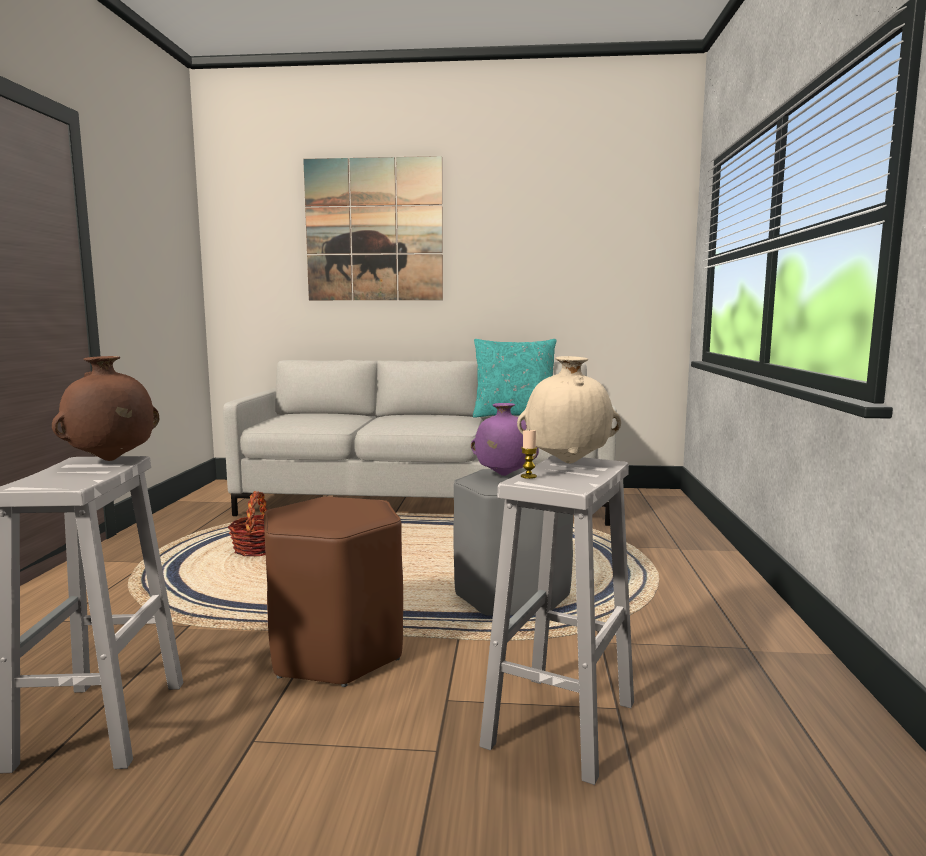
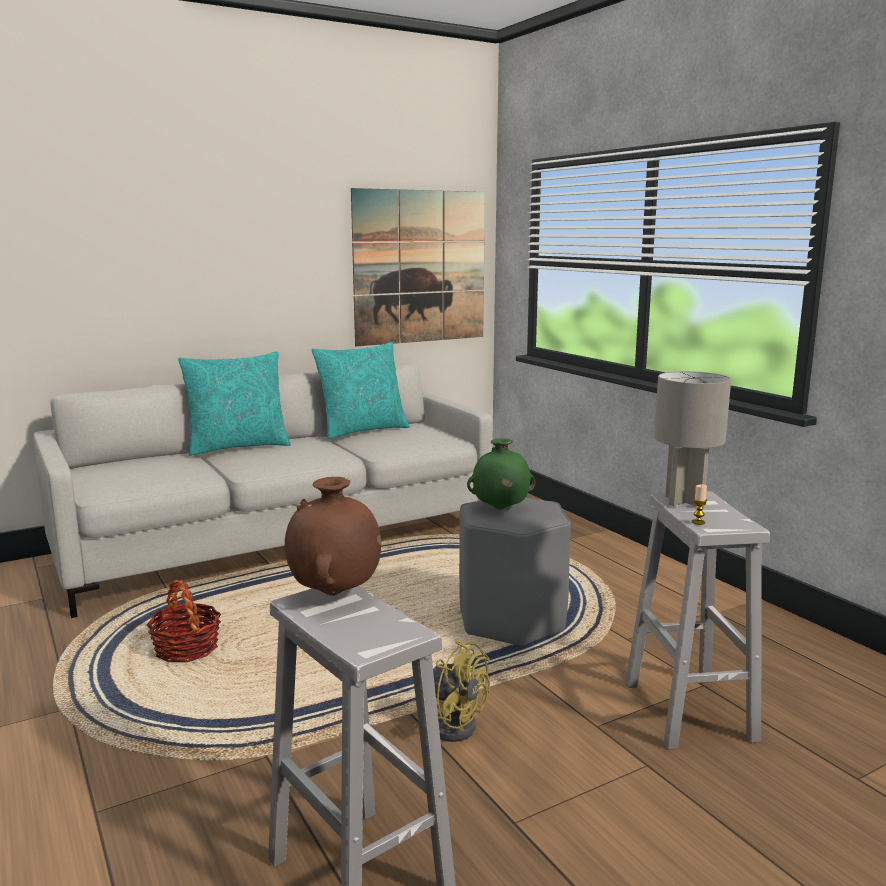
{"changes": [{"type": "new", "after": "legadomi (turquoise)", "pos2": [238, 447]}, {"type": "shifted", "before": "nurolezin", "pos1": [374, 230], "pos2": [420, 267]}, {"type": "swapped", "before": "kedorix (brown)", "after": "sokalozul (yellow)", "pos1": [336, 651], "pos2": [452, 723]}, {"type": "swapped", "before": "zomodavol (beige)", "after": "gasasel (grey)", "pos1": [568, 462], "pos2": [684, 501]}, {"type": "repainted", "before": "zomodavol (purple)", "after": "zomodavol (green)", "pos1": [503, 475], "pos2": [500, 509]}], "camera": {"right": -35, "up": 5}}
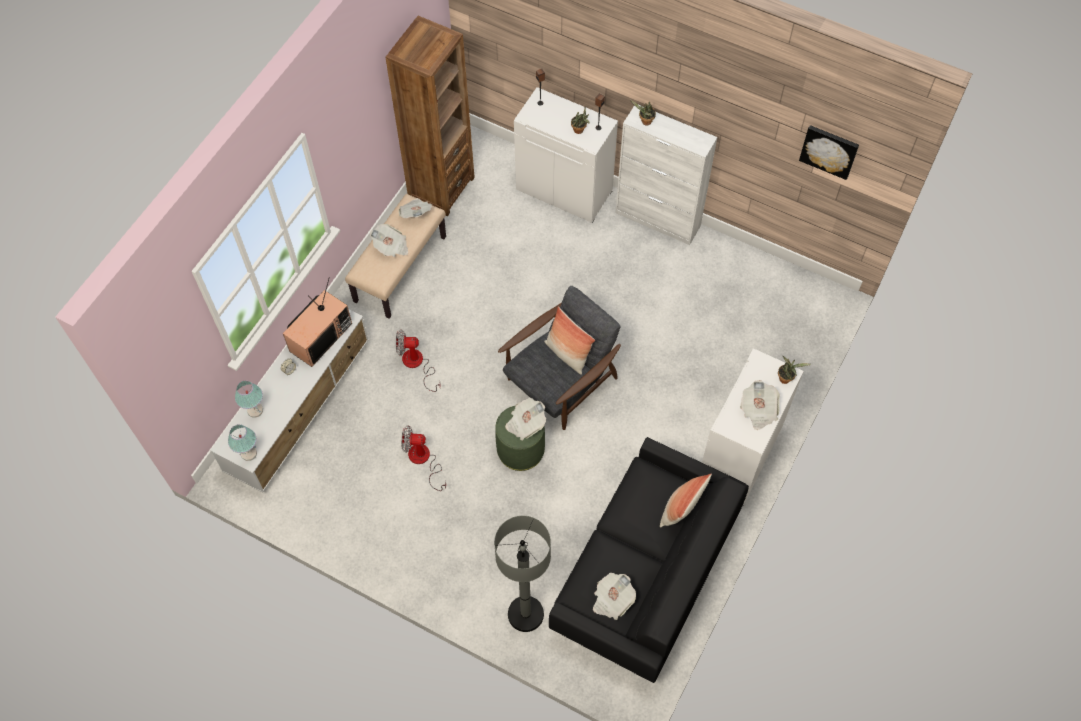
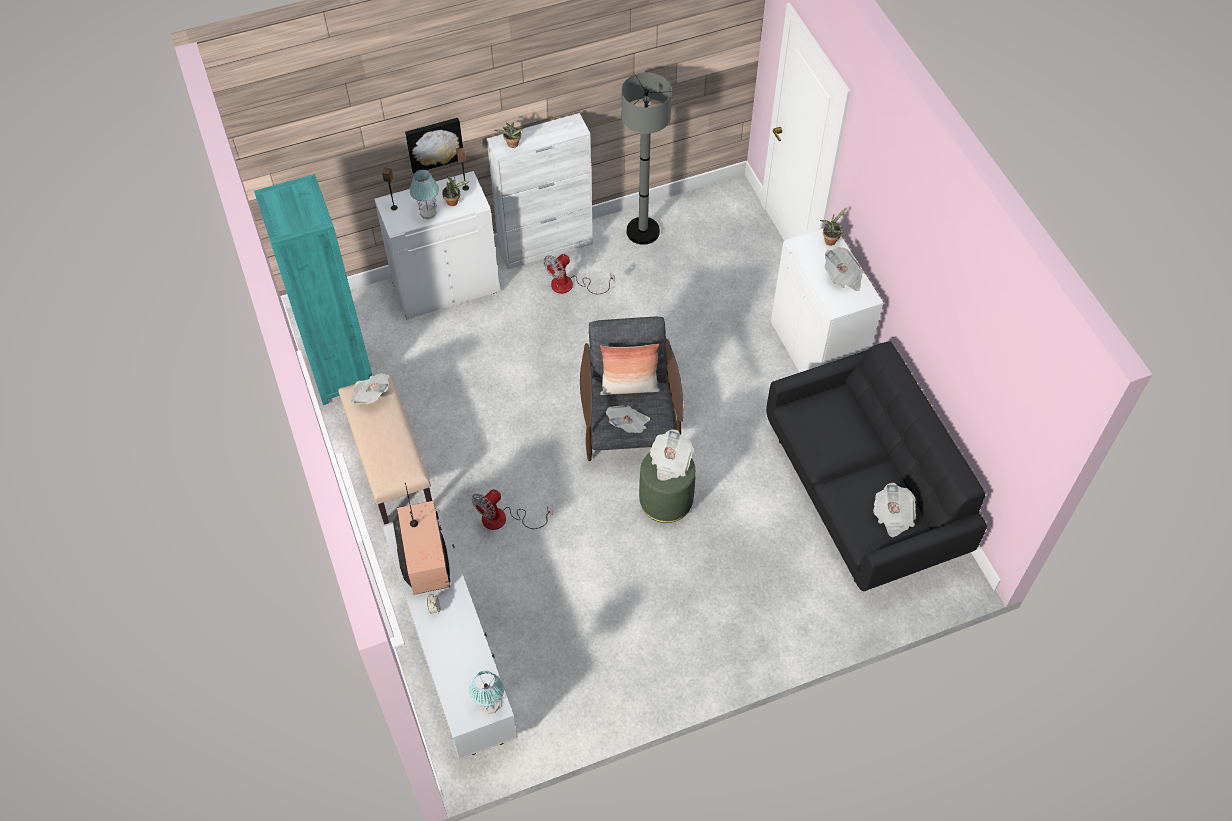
{"changes": [{"type": "gone", "before": "legadomi", "pos1": [681, 509]}, {"type": "shifted", "before": "gasasel", "pos1": [254, 410], "pos2": [428, 213]}, {"type": "shifted", "before": "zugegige", "pos1": [391, 247], "pos2": [628, 425]}, {"type": "shifted", "before": "sokalozul", "pos1": [423, 461], "pos2": [570, 286]}, {"type": "shifted", "before": "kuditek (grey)", "pos1": [525, 614], "pos2": [643, 231]}, {"type": "shifted", "before": "nurolezin", "pos1": [829, 150], "pos2": [434, 143]}, {"type": "repainted", "before": "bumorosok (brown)", "after": "bumorosok (turquoise)", "pos1": [441, 188], "pos2": [341, 372]}], "camera": {"right": -50, "up": -5}}
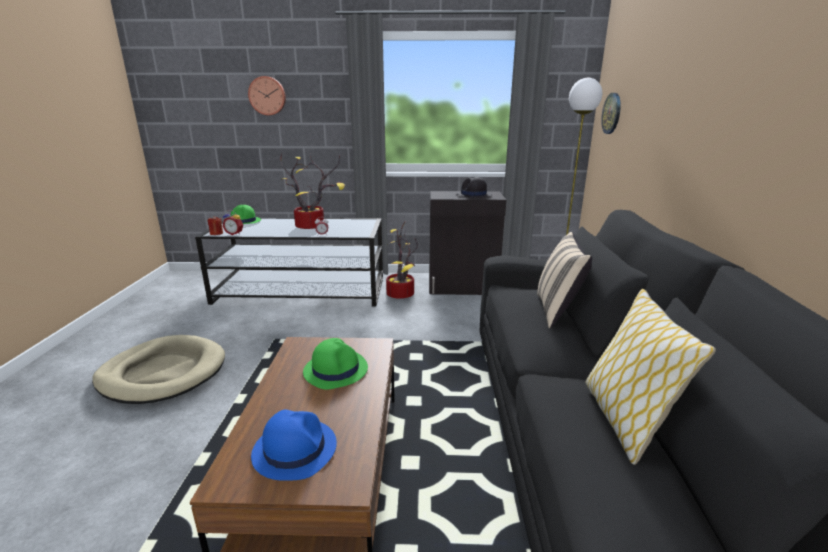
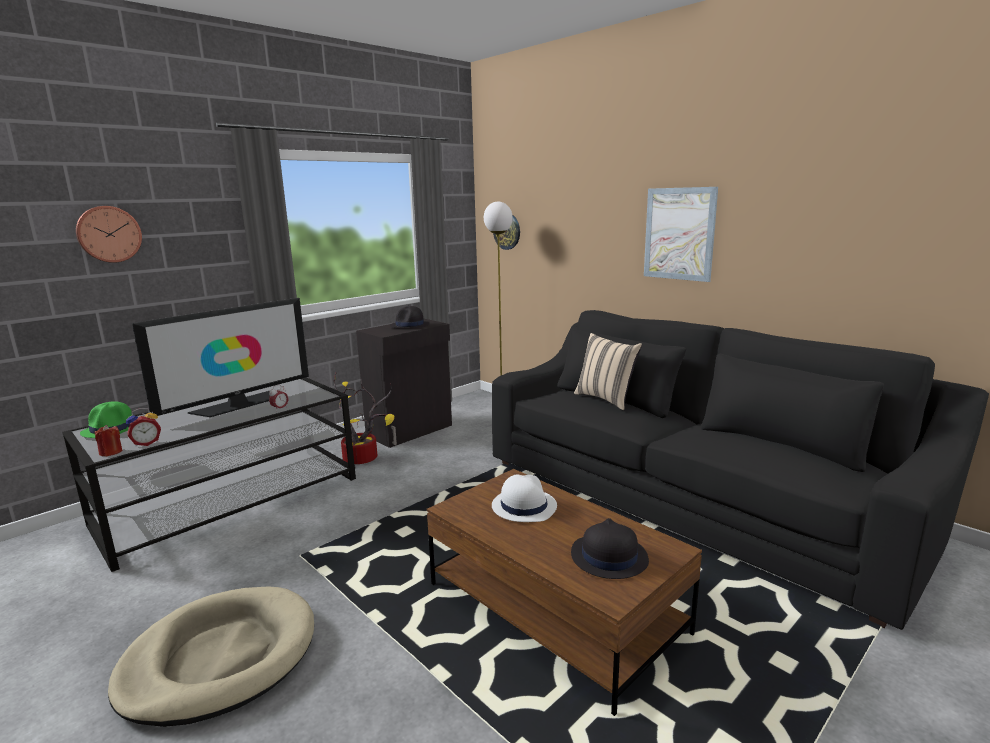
{"changes": [{"type": "gone", "before": "legadomi", "pos1": [625, 420]}, {"type": "new", "after": "nurolezin", "pos2": [679, 234]}, {"type": "swapped", "before": "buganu", "after": "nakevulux", "pos1": [313, 226], "pos2": [237, 405]}, {"type": "repainted", "before": "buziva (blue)", "after": "buziva (black)", "pos1": [294, 449], "pos2": [608, 557]}, {"type": "repainted", "before": "buziva (green)", "after": "buziva (white)", "pos1": [336, 370], "pos2": [523, 506]}], "camera": {"right": -45, "up": -5}}
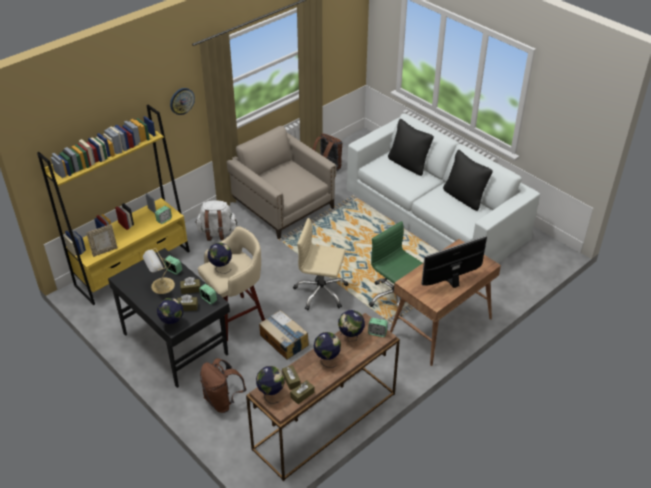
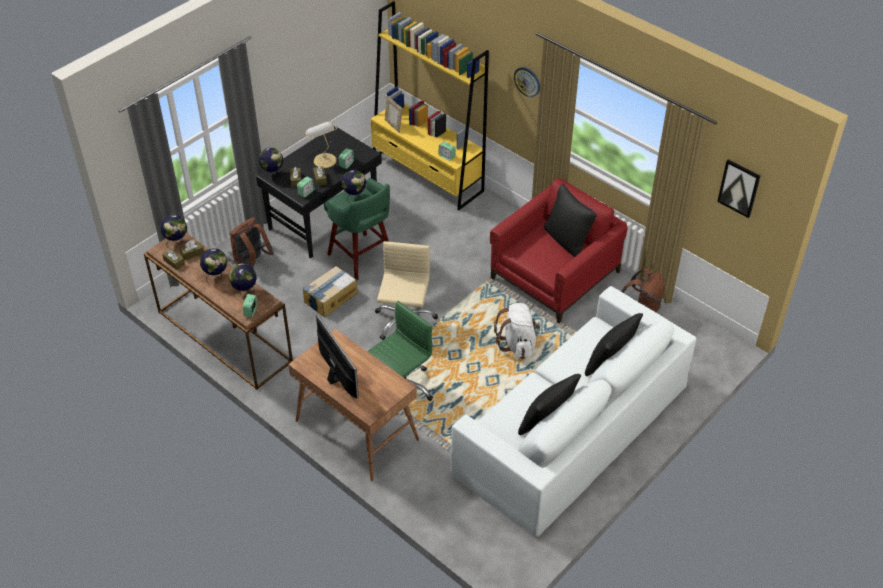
{"changes": [{"type": "new", "after": "legadomi (black)", "pos2": [567, 240]}, {"type": "new", "after": "nurolezin", "pos2": [739, 188]}, {"type": "shifted", "before": "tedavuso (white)", "pos1": [217, 232], "pos2": [517, 344]}, {"type": "repainted", "before": "kedorix (beige)", "after": "kedorix (green)", "pos1": [236, 317], "pos2": [362, 258]}, {"type": "repainted", "before": "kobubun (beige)", "after": "kobubun (red)", "pos1": [282, 205], "pos2": [555, 275]}], "camera": {"right": 85, "up": 5}}
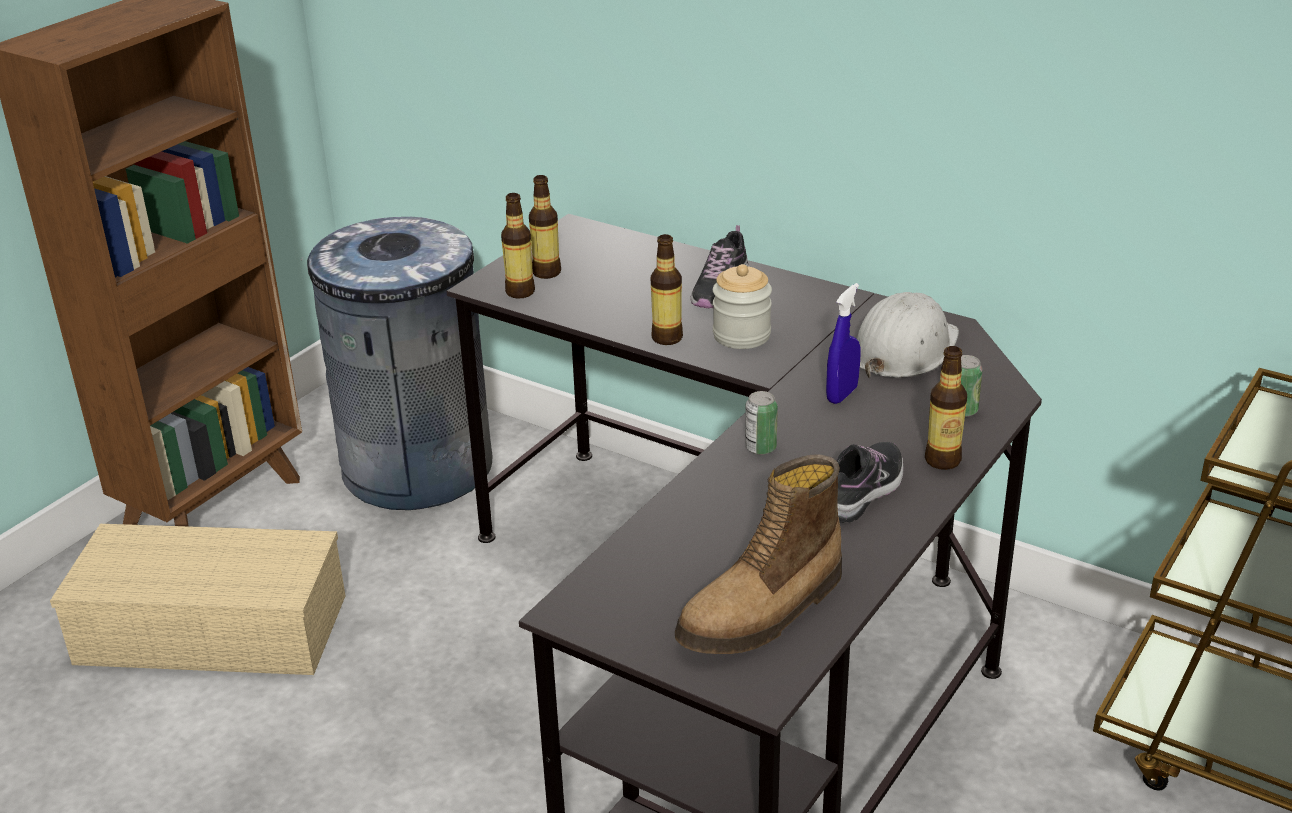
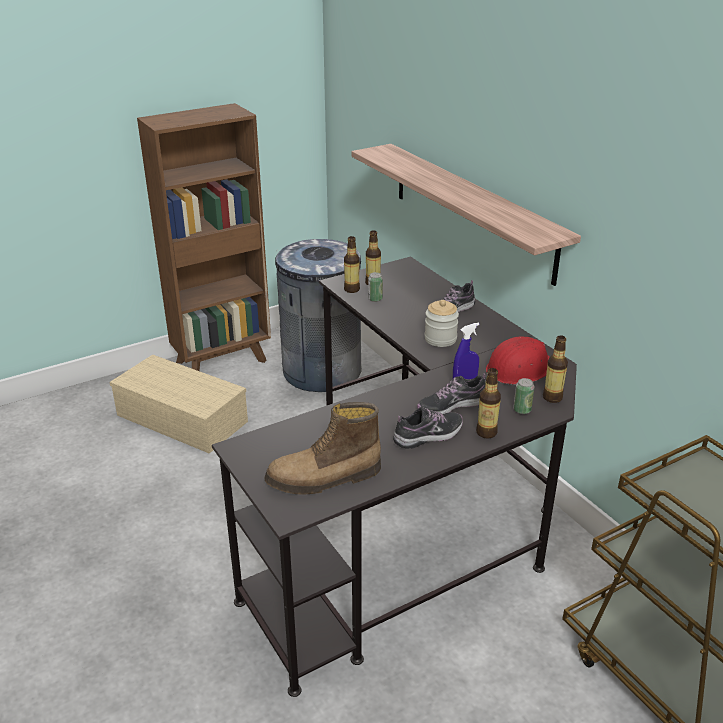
{"changes": [{"type": "new", "after": "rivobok", "pos2": [471, 210]}, {"type": "new", "after": "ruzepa", "pos2": [451, 406]}, {"type": "shifted", "before": "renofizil", "pos1": [667, 338], "pos2": [552, 397]}, {"type": "shifted", "before": "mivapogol", "pos1": [760, 448], "pos2": [375, 299]}, {"type": "repainted", "before": "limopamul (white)", "after": "limopamul (red)", "pos1": [903, 350], "pos2": [520, 369]}], "camera": {"right": 25, "up": 0}}
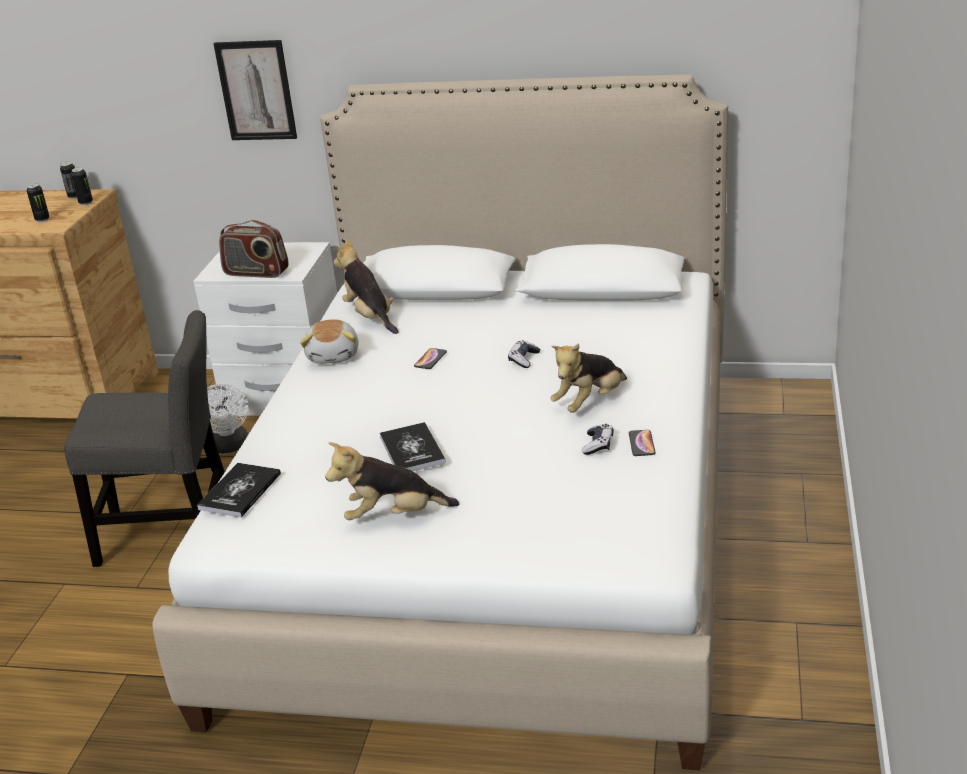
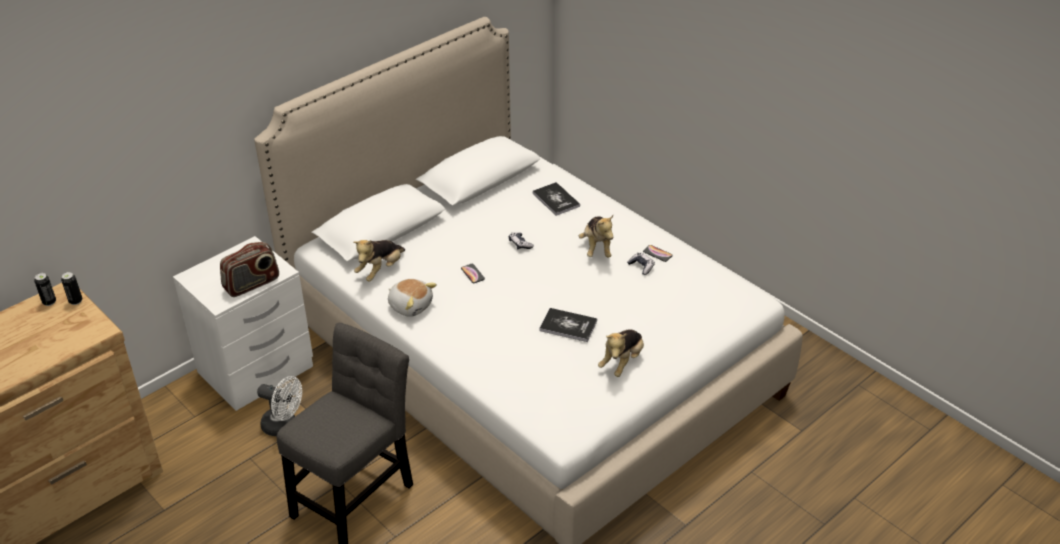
{"changes": [{"type": "gone", "before": "mivapogol", "pos1": [42, 219]}, {"type": "gone", "before": "nurolezin", "pos1": [256, 90]}, {"type": "shifted", "before": "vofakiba", "pos1": [240, 491], "pos2": [556, 200]}, {"type": "rotated", "before": "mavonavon", "pos1": [370, 317], "pos2": [380, 270], "turn": -60}], "camera": {"right": -55, "up": 10}}
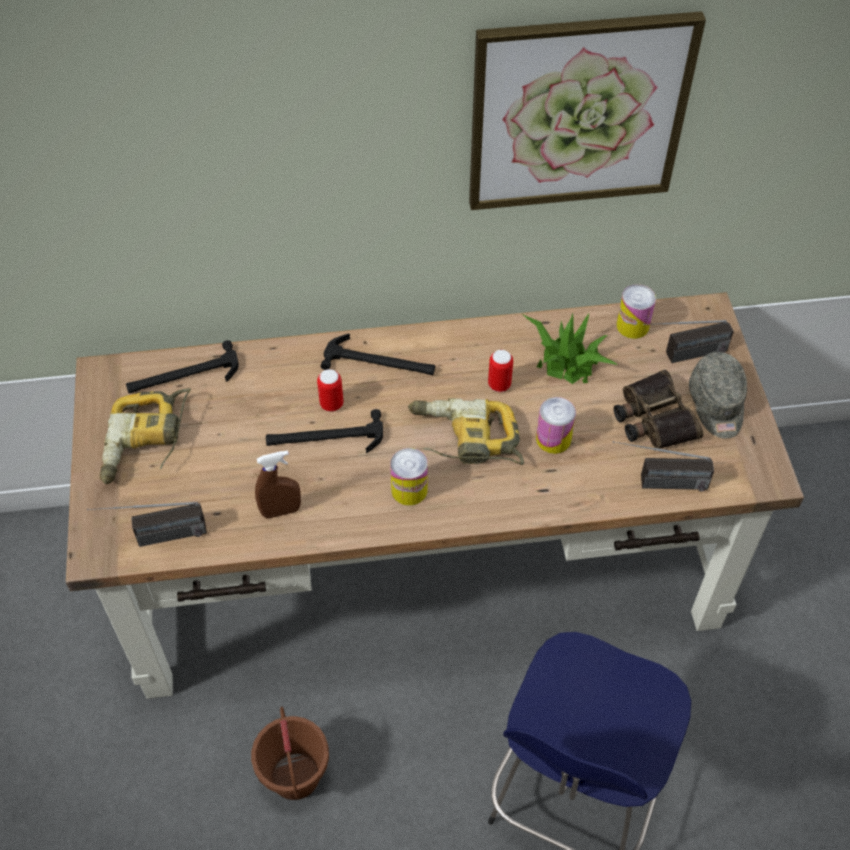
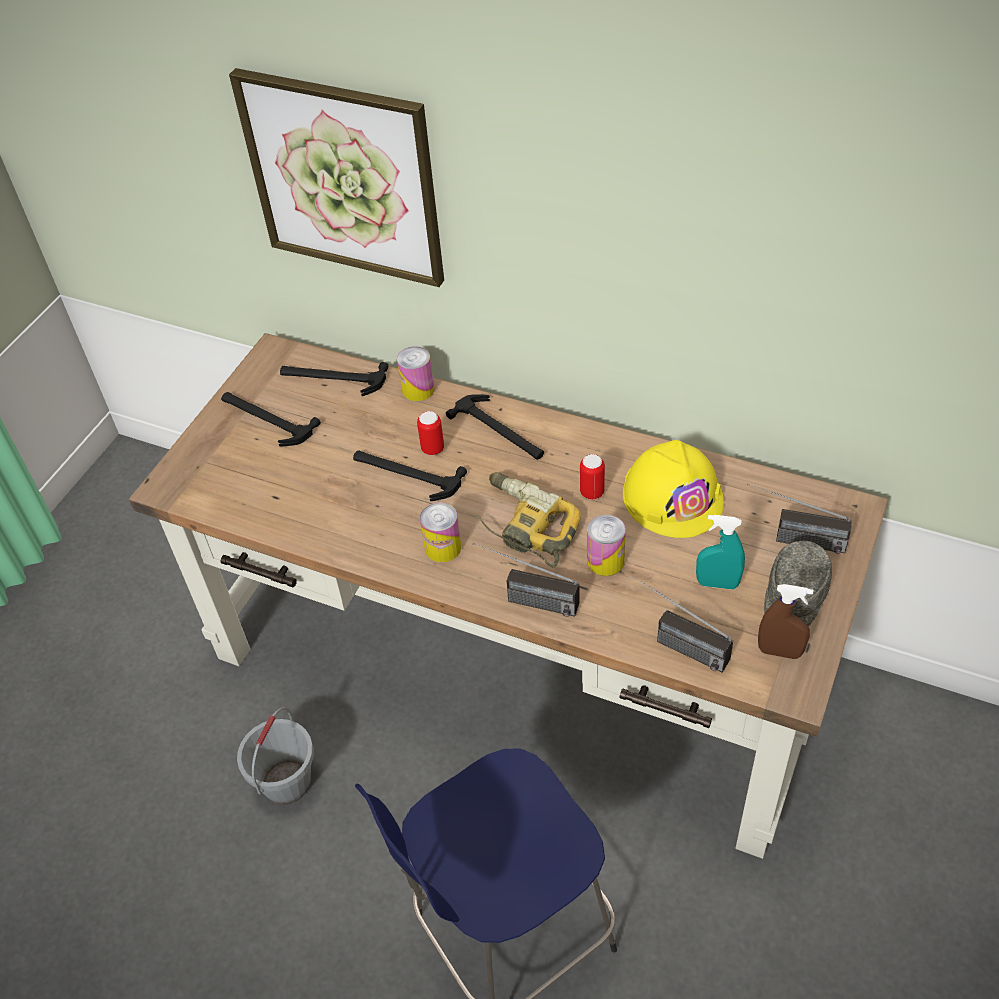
{"changes": [{"type": "shifted", "before": "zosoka", "pos1": [154, 538], "pos2": [525, 600]}, {"type": "shifted", "before": "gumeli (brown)", "pos1": [281, 511], "pos2": [780, 652]}, {"type": "shifted", "before": "nurolezin", "pos1": [578, 112], "pos2": [344, 178]}, {"type": "shifted", "before": "mivapogol", "pos1": [632, 326], "pos2": [418, 389]}, {"type": "swapped", "before": "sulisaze", "after": "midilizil", "pos1": [147, 443], "pos2": [265, 419]}, {"type": "swapped", "before": "buganu", "after": "limopamul (yellow)", "pos1": [567, 360], "pos2": [673, 497]}, {"type": "swapped", "before": "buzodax", "after": "gumeli (turquoise)", "pos1": [652, 418], "pos2": [717, 583]}, {"type": "repainted", "before": "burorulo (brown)", "after": "burorulo (grey)", "pos1": [294, 775], "pos2": [286, 782]}], "camera": {"right": 35, "up": -5}}
